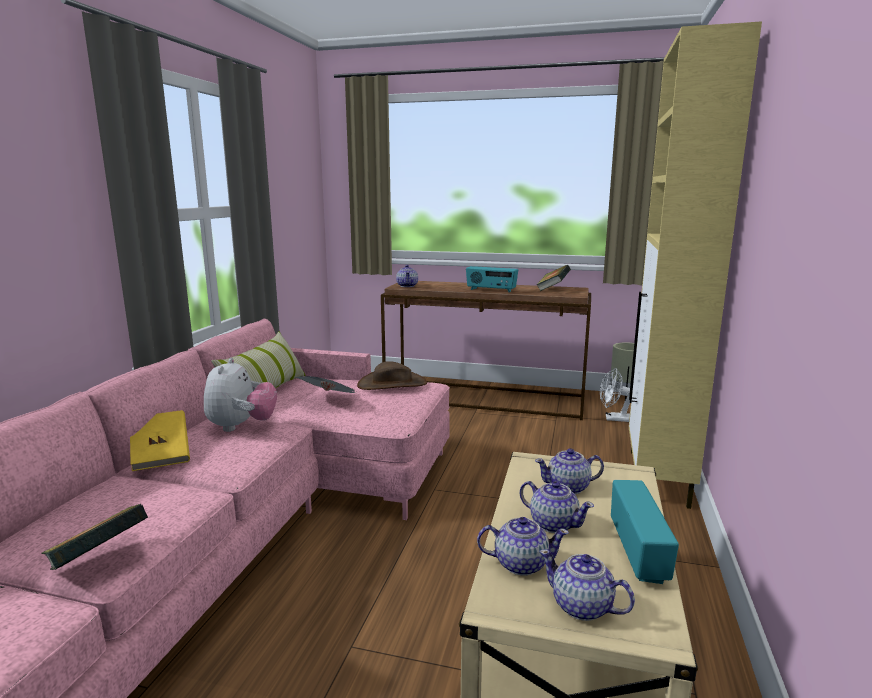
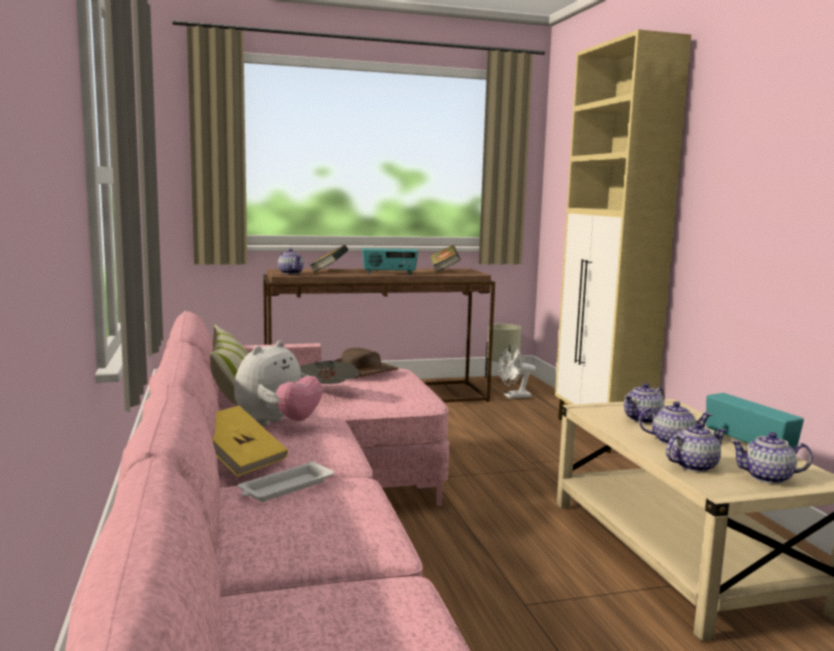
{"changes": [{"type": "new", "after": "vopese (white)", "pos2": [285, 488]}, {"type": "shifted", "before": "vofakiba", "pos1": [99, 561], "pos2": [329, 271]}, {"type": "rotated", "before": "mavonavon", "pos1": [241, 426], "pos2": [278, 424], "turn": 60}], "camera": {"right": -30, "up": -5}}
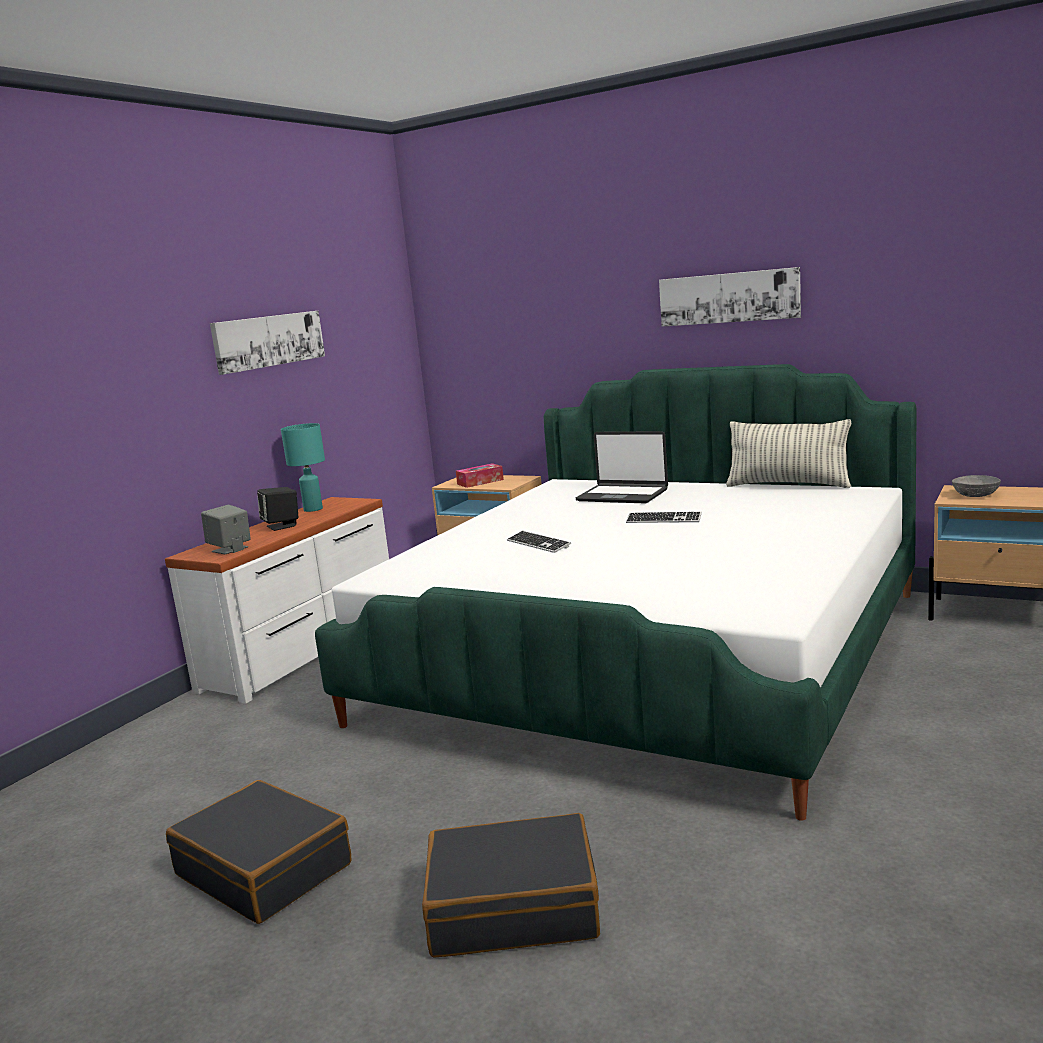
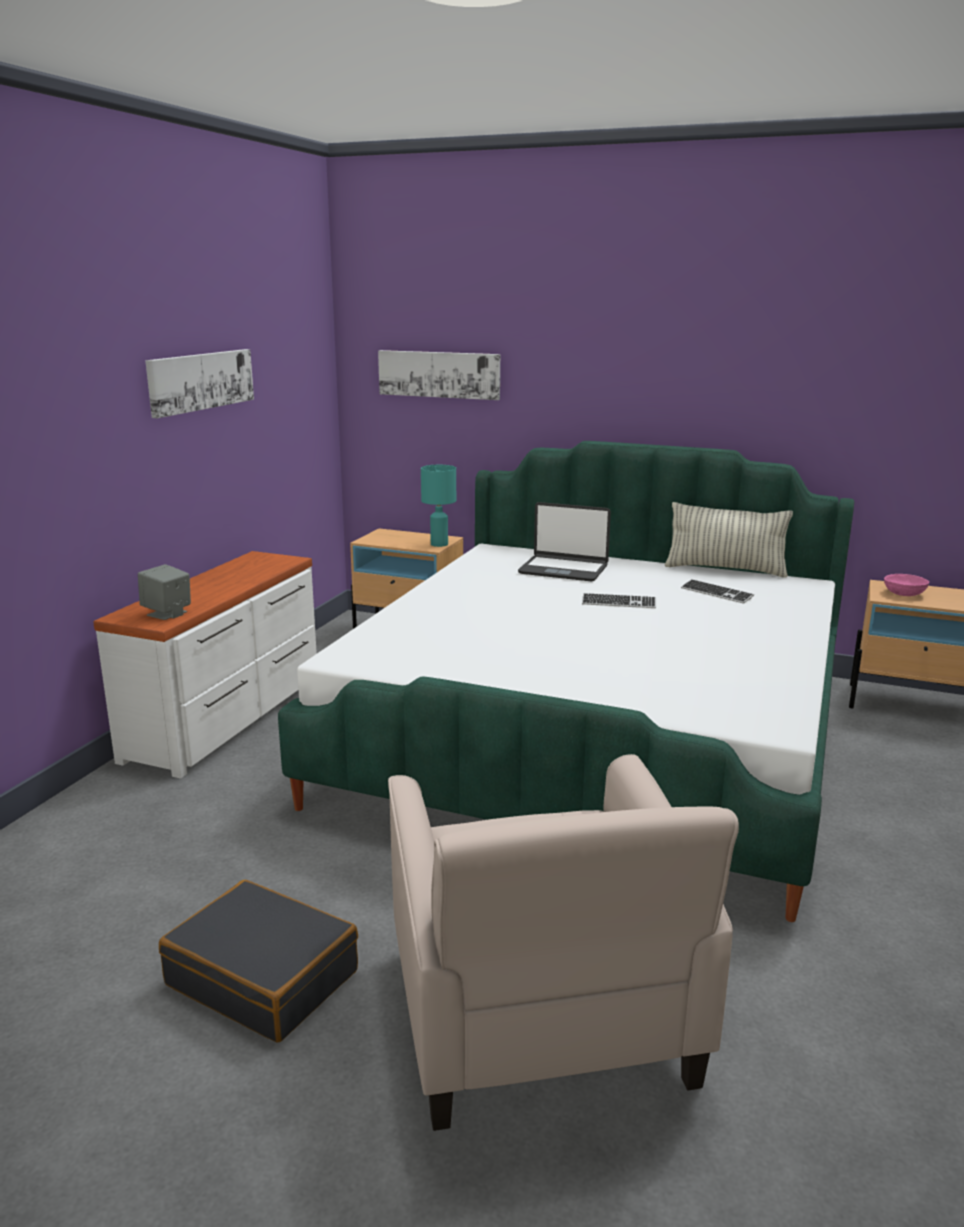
{"changes": [{"type": "gone", "before": "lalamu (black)", "pos1": [281, 526]}, {"type": "gone", "before": "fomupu", "pos1": [480, 482]}, {"type": "shifted", "before": "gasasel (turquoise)", "pos1": [313, 509], "pos2": [439, 544]}, {"type": "shifted", "before": "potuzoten", "pos1": [538, 544], "pos2": [716, 593]}, {"type": "shifted", "before": "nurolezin", "pos1": [729, 297], "pos2": [439, 374]}, {"type": "swapped", "before": "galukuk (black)", "after": "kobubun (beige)", "pos1": [513, 906], "pos2": [540, 1018]}, {"type": "repainted", "before": "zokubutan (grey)", "after": "zokubutan (pink)", "pos1": [976, 495], "pos2": [904, 594]}], "camera": {"right": -10, "up": 5}}
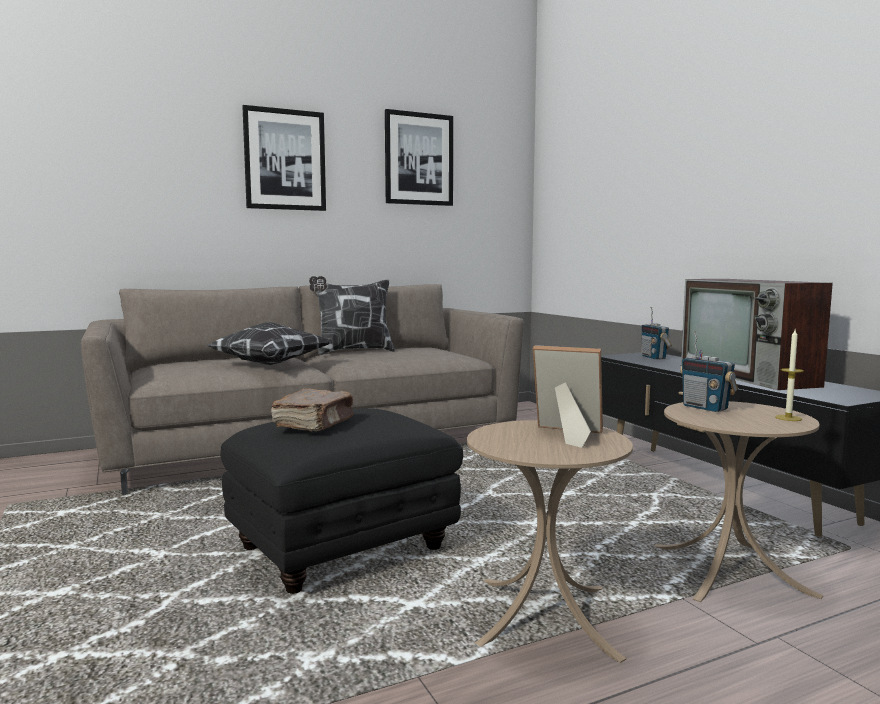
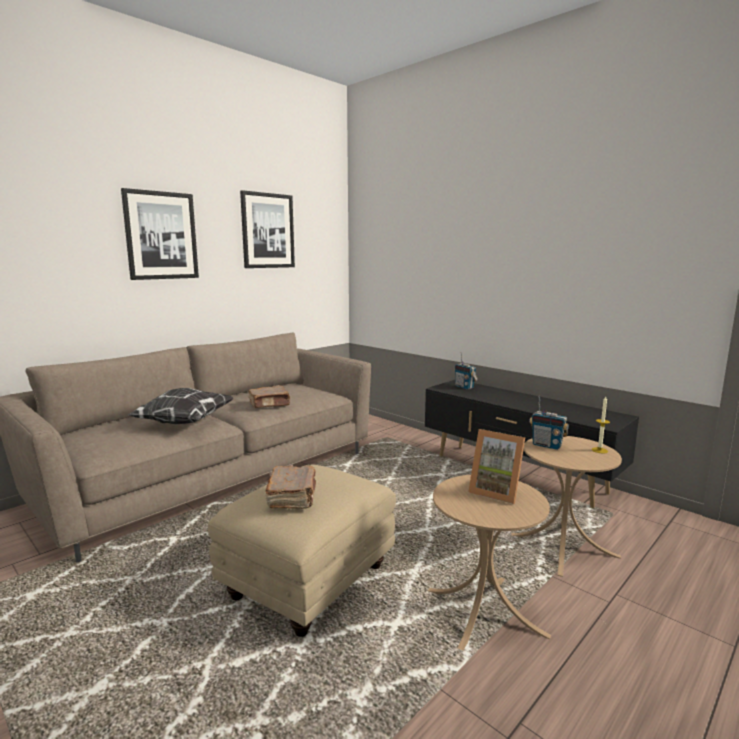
{"changes": [{"type": "gone", "before": "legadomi", "pos1": [353, 352]}, {"type": "gone", "before": "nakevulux", "pos1": [748, 376]}, {"type": "new", "after": "vofakiba (brown)", "pos2": [270, 404]}, {"type": "repainted", "before": "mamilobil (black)", "after": "mamilobil (beige)", "pos1": [344, 548], "pos2": [310, 581]}, {"type": "rotated", "before": "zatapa", "pos1": [565, 435], "pos2": [496, 491], "turn": -150}], "camera": {"right": -20, "up": 5}}
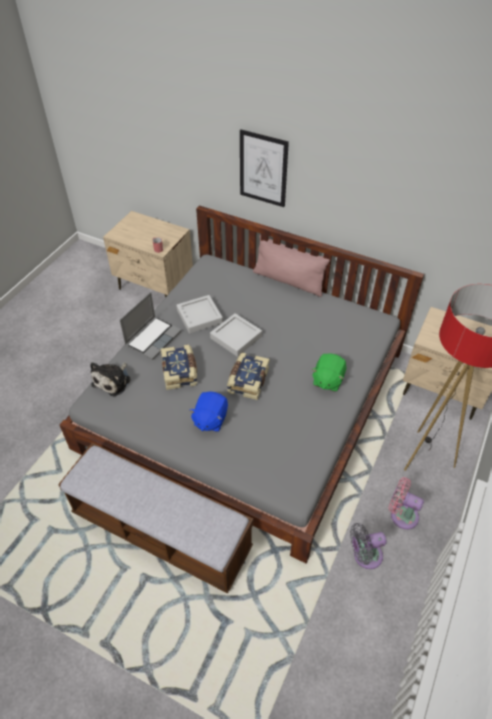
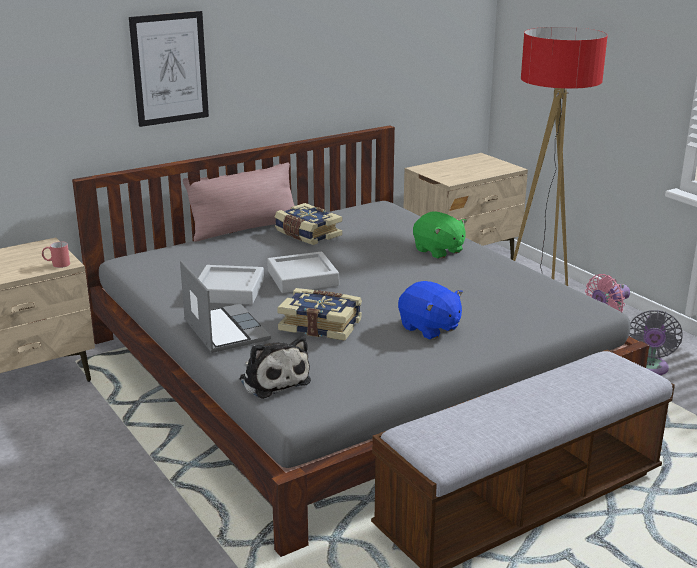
{"changes": [{"type": "shifted", "before": "vofakiba", "pos1": [247, 380], "pos2": [307, 234]}], "camera": {"right": -60, "up": -25}}
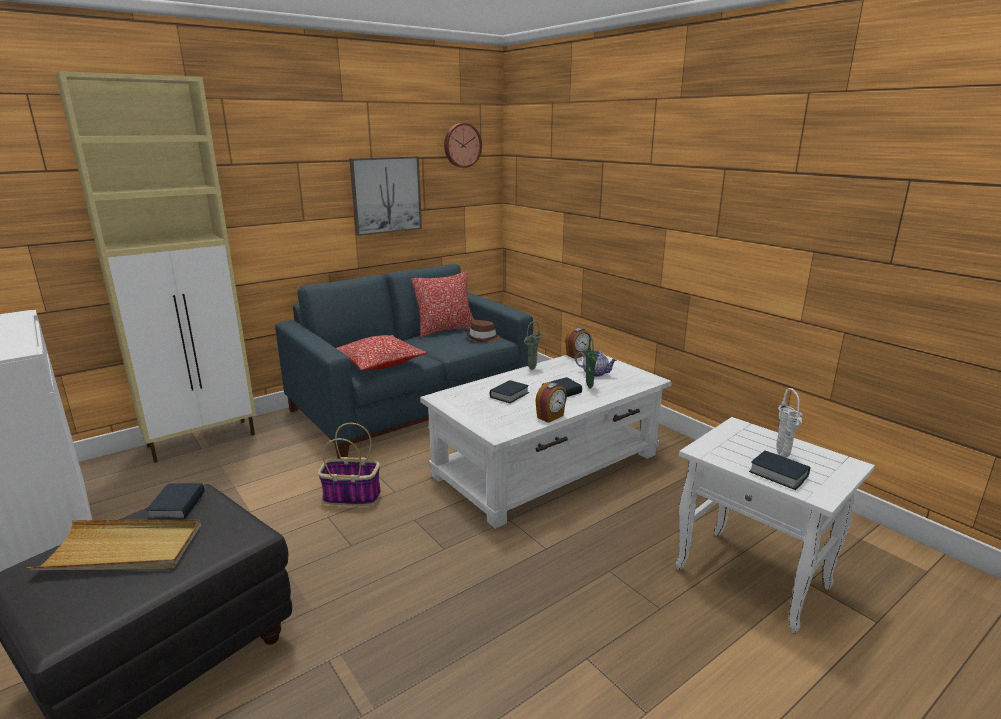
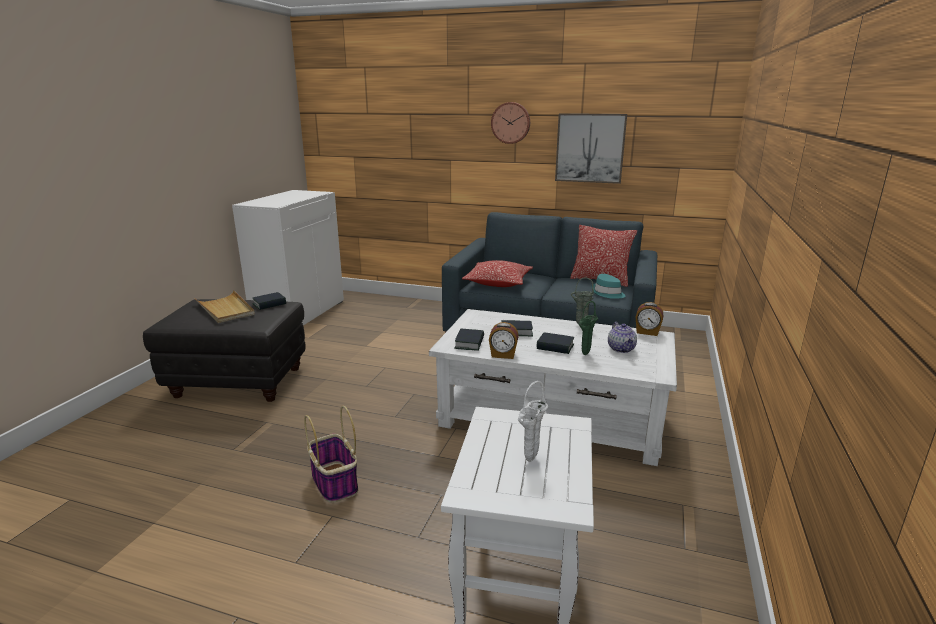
{"changes": [{"type": "gone", "before": "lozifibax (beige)", "pos1": [203, 440]}, {"type": "shifted", "before": "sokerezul", "pos1": [350, 496], "pos2": [334, 482]}, {"type": "shifted", "before": "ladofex", "pos1": [461, 145], "pos2": [511, 123]}, {"type": "shifted", "before": "vofakiba", "pos1": [778, 474], "pos2": [469, 343]}, {"type": "repainted", "before": "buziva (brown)", "after": "buziva (turquoise)", "pos1": [483, 338], "pos2": [607, 293]}], "camera": {"right": 55, "up": 0}}
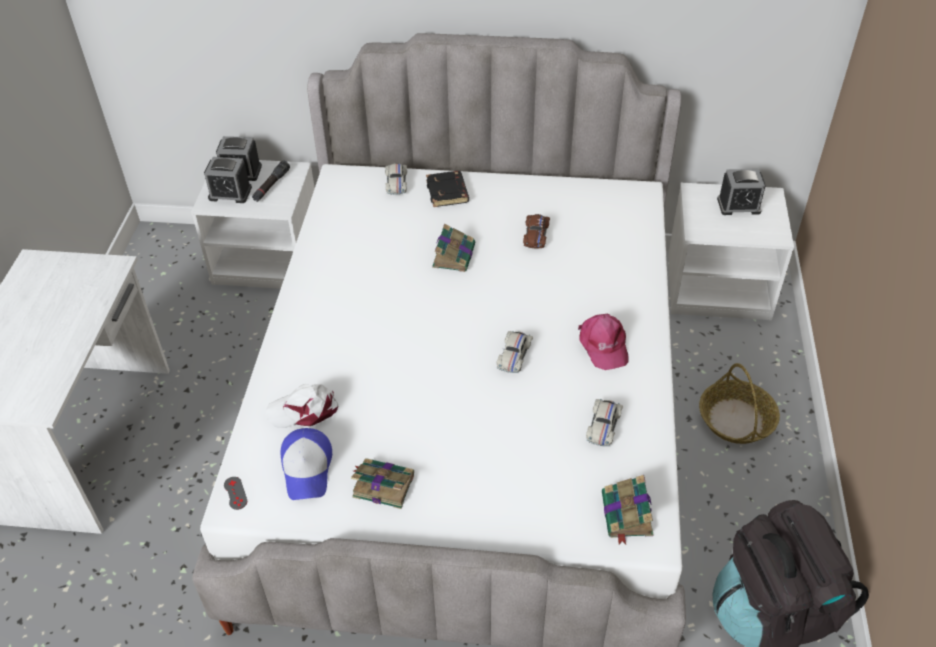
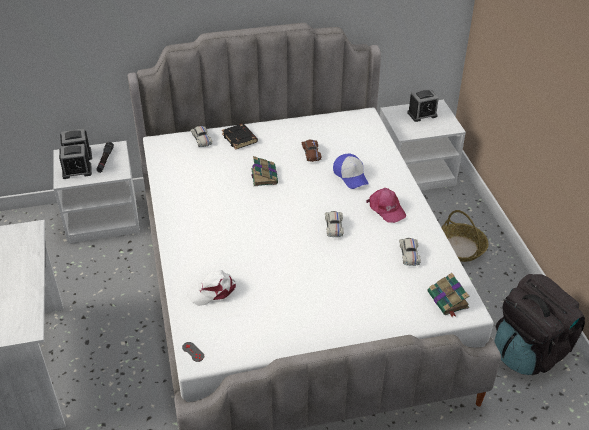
{"changes": [{"type": "gone", "before": "vofakiba", "pos1": [382, 485]}, {"type": "shifted", "before": "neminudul", "pos1": [307, 469], "pos2": [351, 175]}], "camera": {"right": -20, "up": -5}}
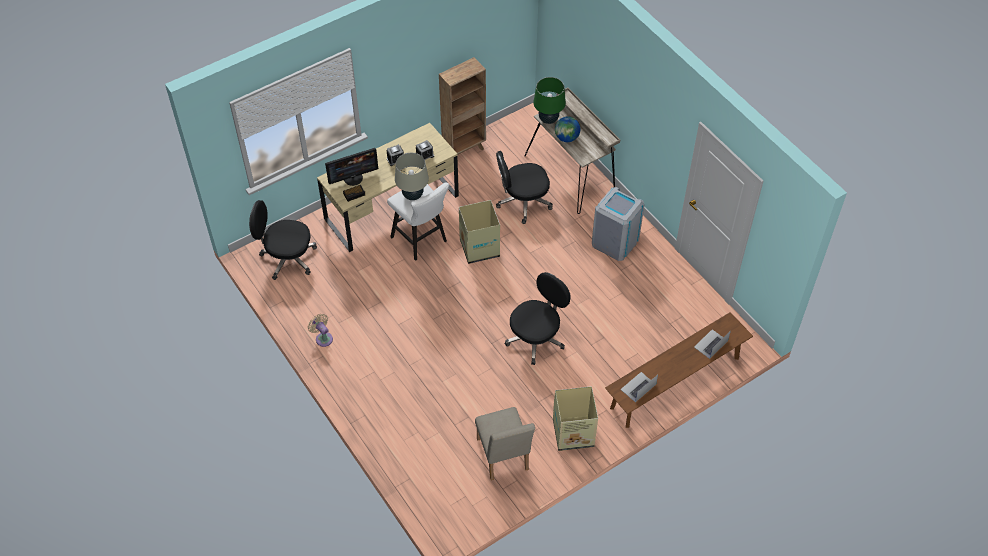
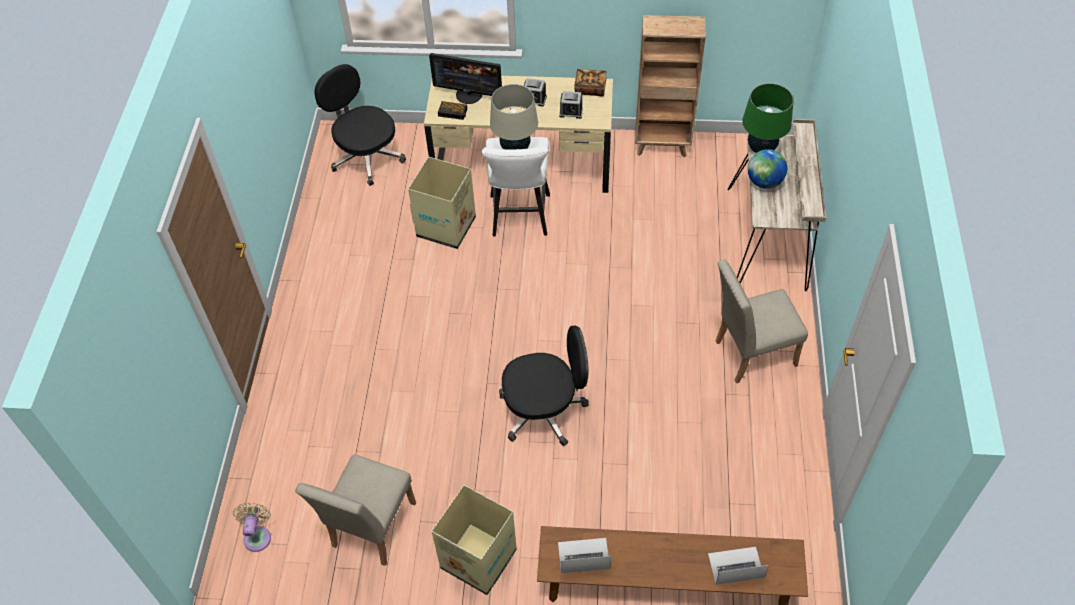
{"changes": [{"type": "gone", "before": "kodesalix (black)", "pos1": [523, 202]}, {"type": "new", "after": "vofakiba", "pos2": [590, 89]}, {"type": "shifted", "before": "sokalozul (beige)", "pos1": [323, 338], "pos2": [258, 535]}, {"type": "shifted", "before": "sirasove", "pos1": [479, 247], "pos2": [447, 226]}, {"type": "swapped", "before": "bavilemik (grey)", "after": "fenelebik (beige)", "pos1": [615, 242], "pos2": [749, 354]}], "camera": {"right": 40, "up": 0}}
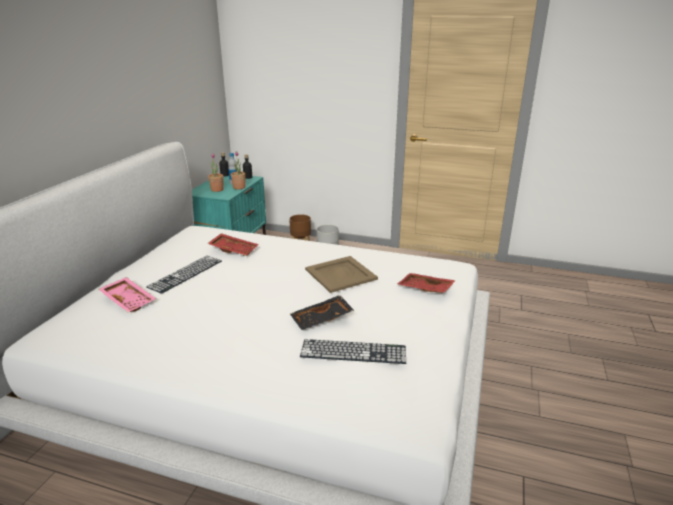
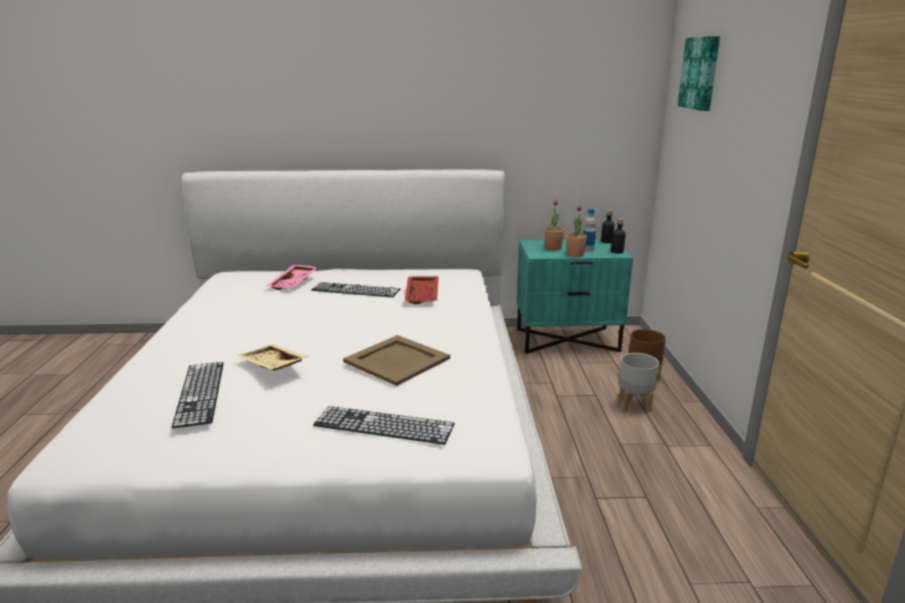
{"changes": [{"type": "new", "after": "nurolezin", "pos2": [701, 73]}, {"type": "swapped", "before": "vopese (red)", "after": "potuzoten", "pos1": [425, 289], "pos2": [383, 425]}, {"type": "repainted", "before": "vopese (black)", "after": "vopese (beige)", "pos1": [322, 319], "pos2": [271, 366]}], "camera": {"right": 70, "up": -5}}
